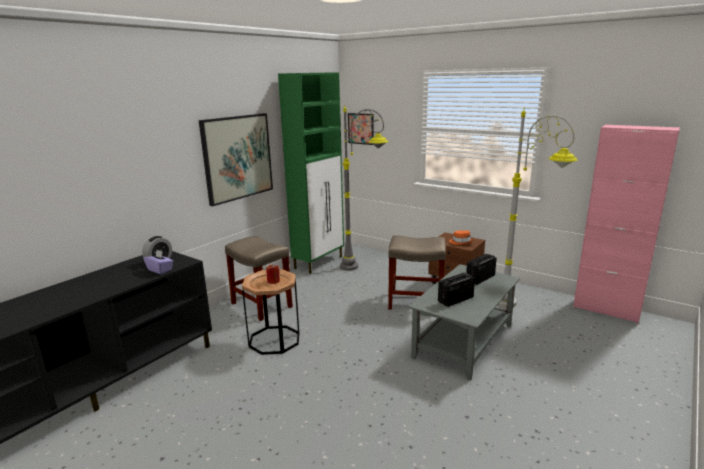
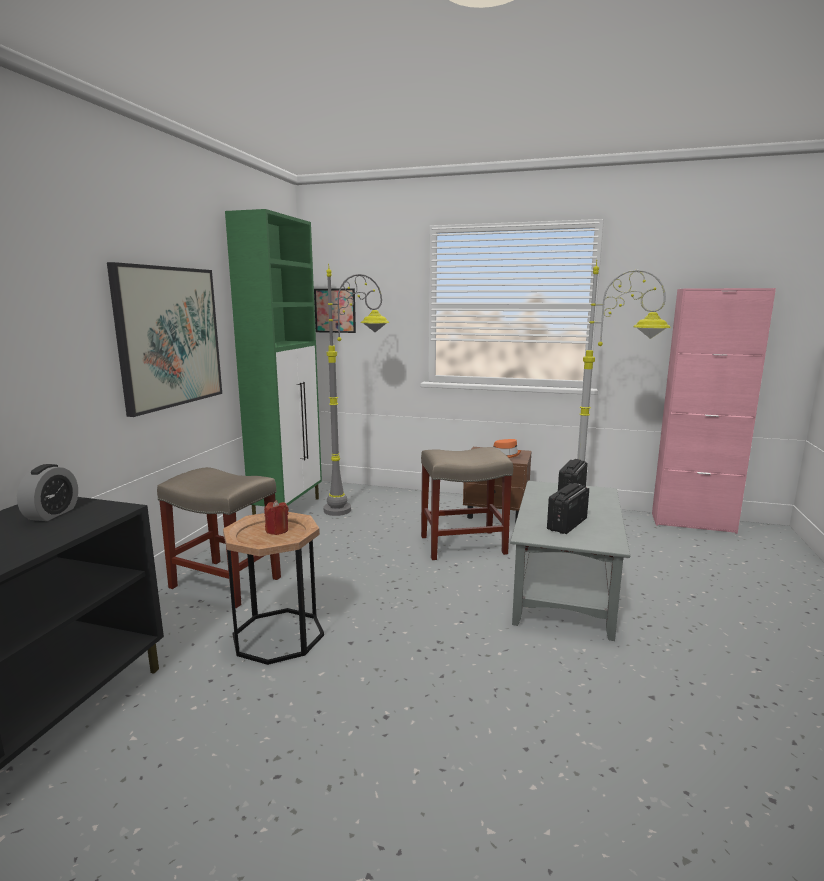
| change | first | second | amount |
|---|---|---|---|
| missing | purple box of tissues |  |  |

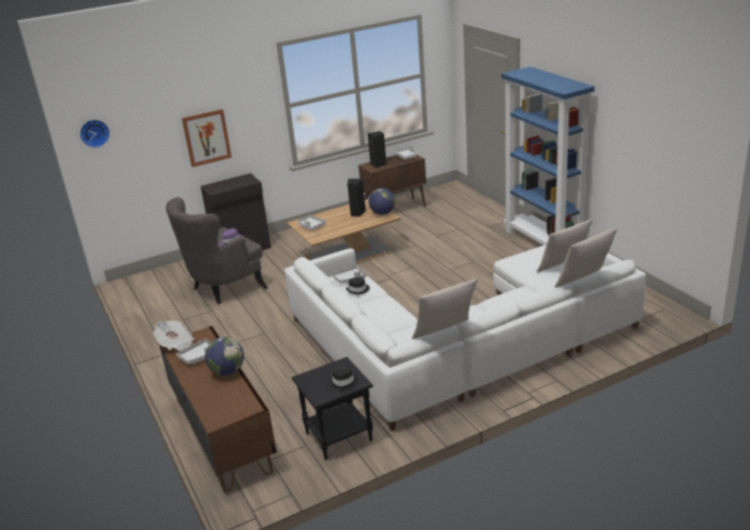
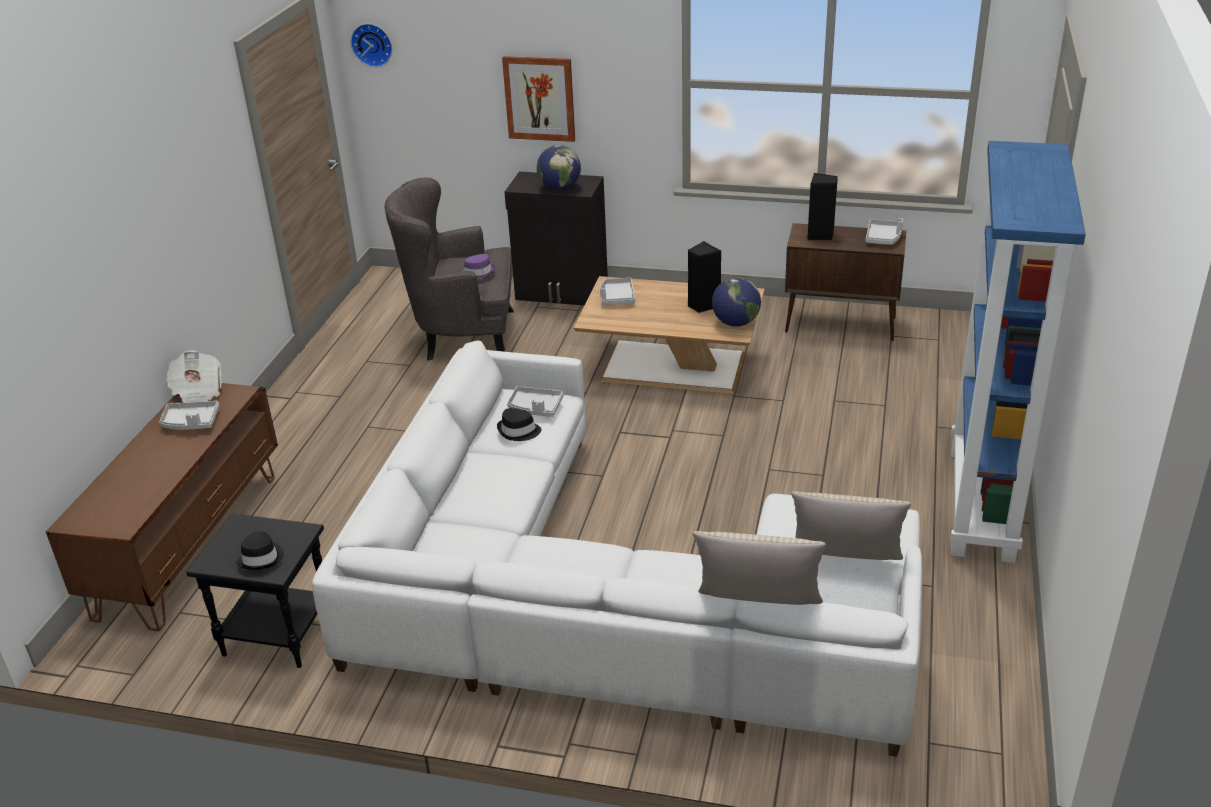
| change | first | second | amount |
|---|---|---|---|
| missing | sand-coloured pillow (no. 1 from left) |  |  |
| relocated | globe (no. 1 from left) |  |  |

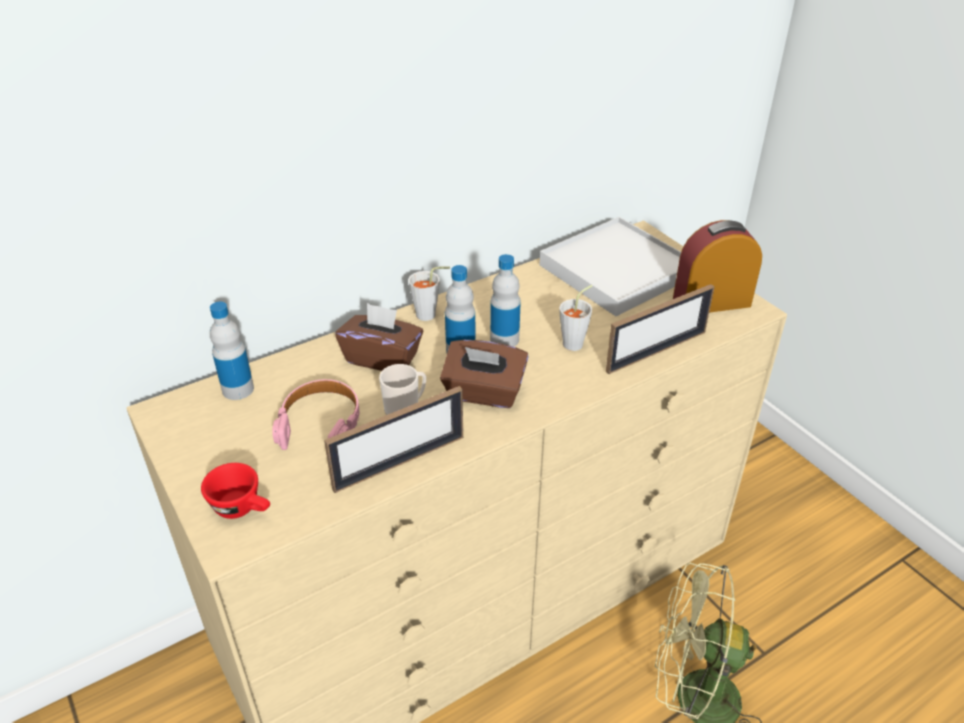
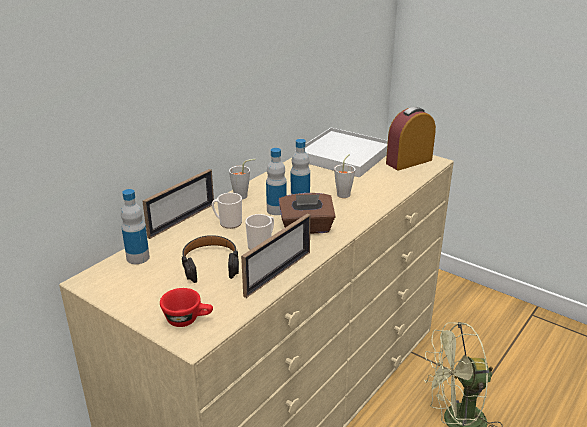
| change | first | second | amount |
|---|---|---|---|
| relocated | photo frame (no. 2 from left in the first image) | photo frame (no. 1 from left) |  |
| exchanged | brown-coloured box of tissues (no. 1 from left) | tea mug (no. 1 from left) |  |
| colour | pink headphones | black headphones |  |

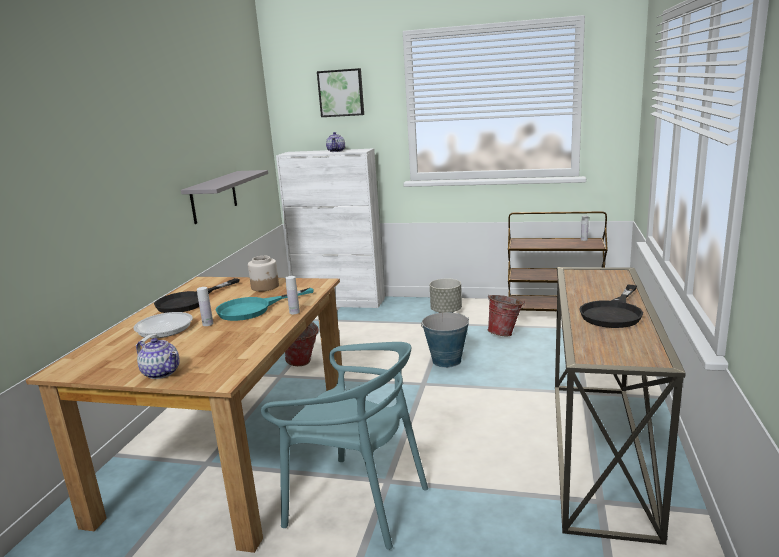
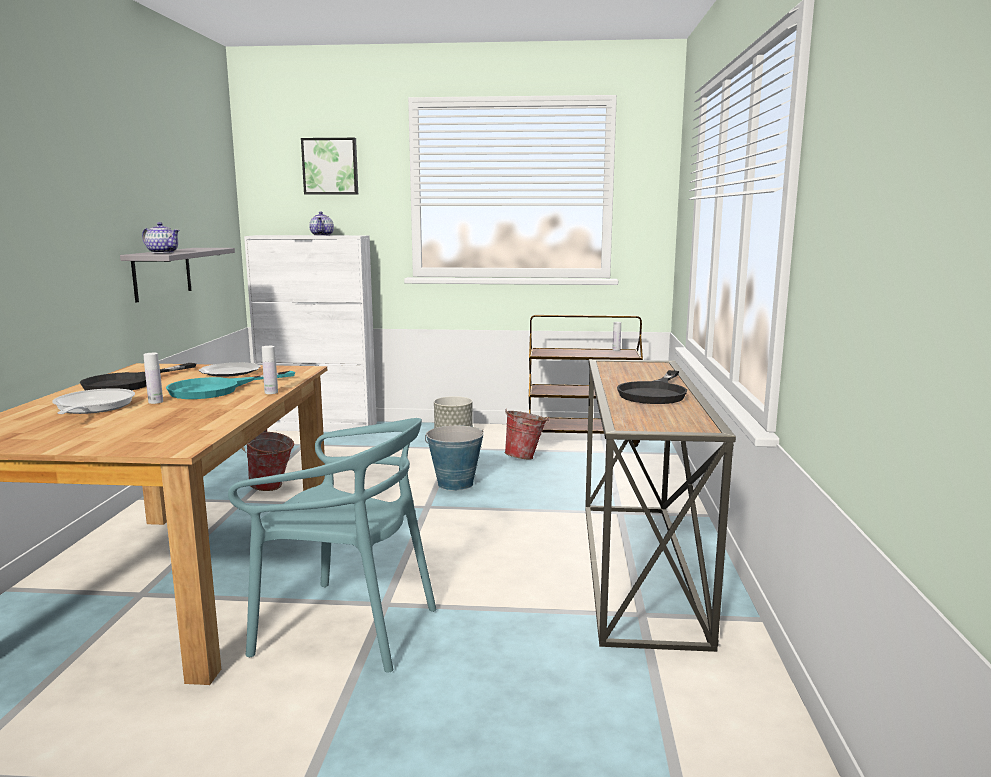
| change | first | second | amount |
|---|---|---|---|
| exchanged | preserve jar | dinner plate |  |
| relocated | tea pot (no. 1 from left) |  |  |

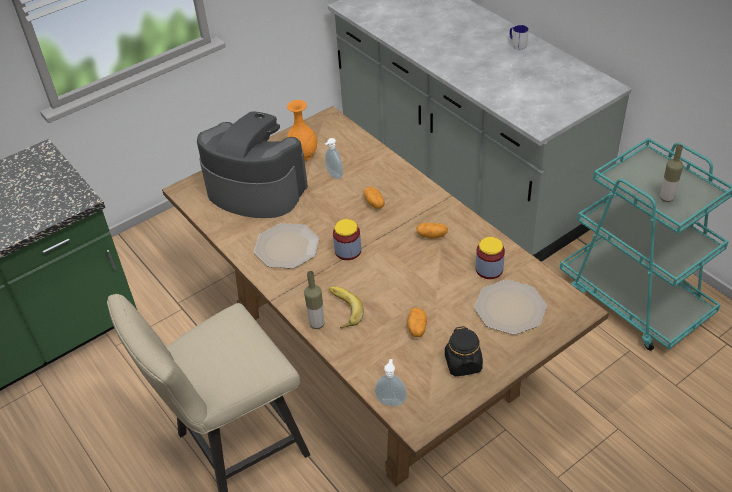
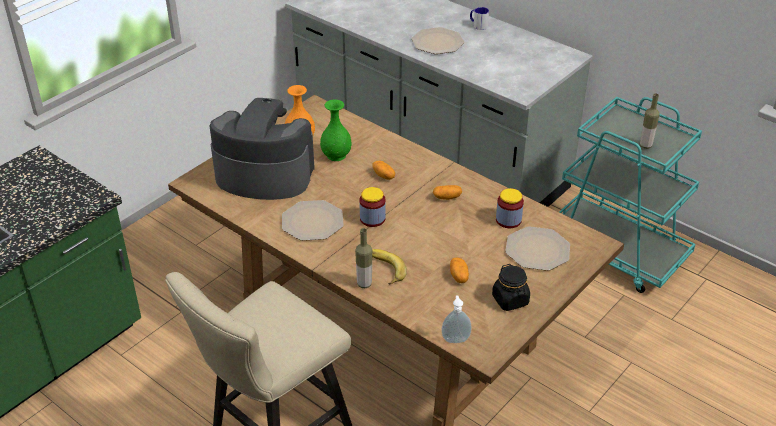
| change | first | second | amount |
|---|---|---|---|
| exchanged | soap bottle (no. 1 from left) | greenish vase |  |
| appeared |  | dinner plate (no. 2 from left) |  |

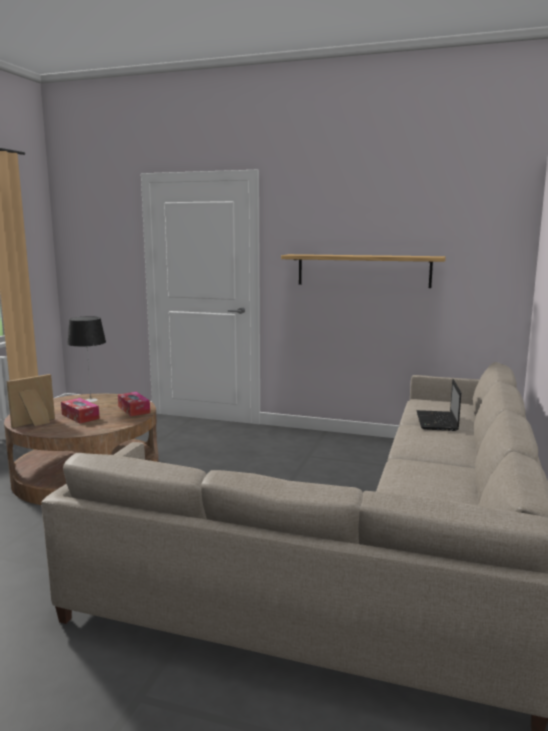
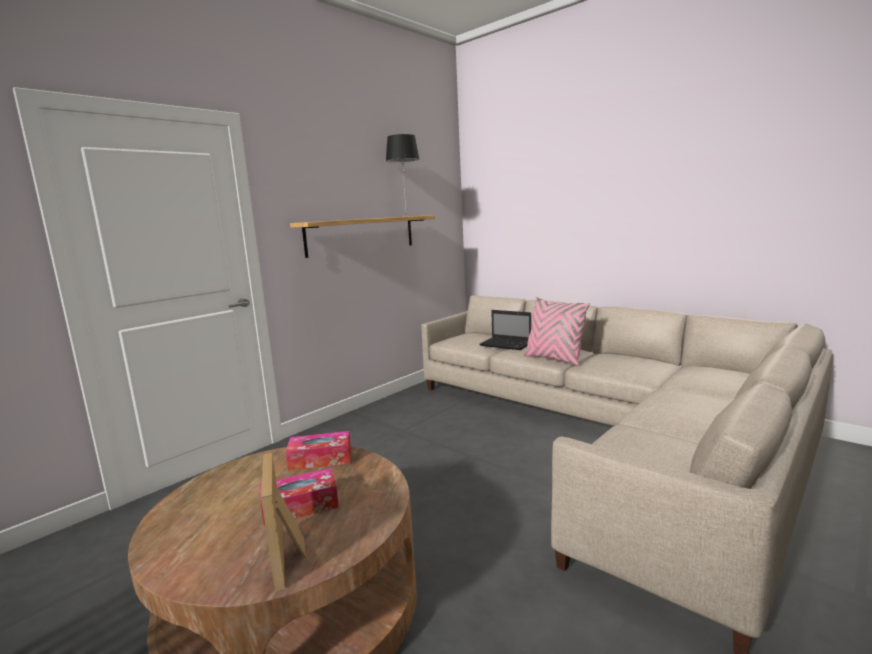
| change | first | second | amount |
|---|---|---|---|
| relocated | table lamp |  |  |
| appeared |  | pink pillow |  |

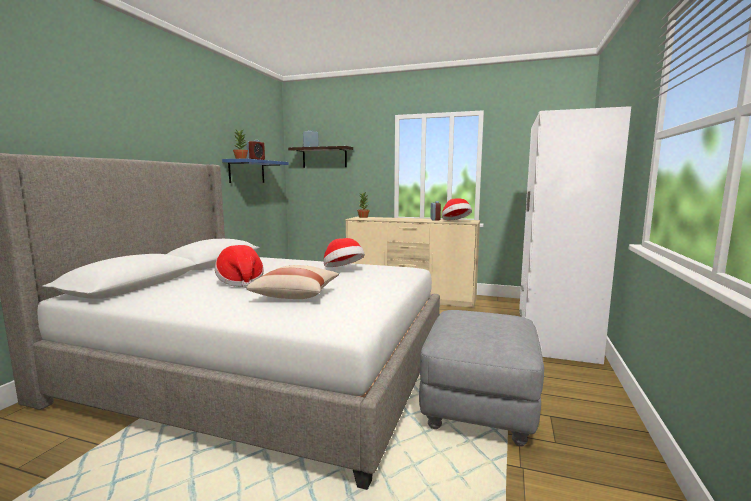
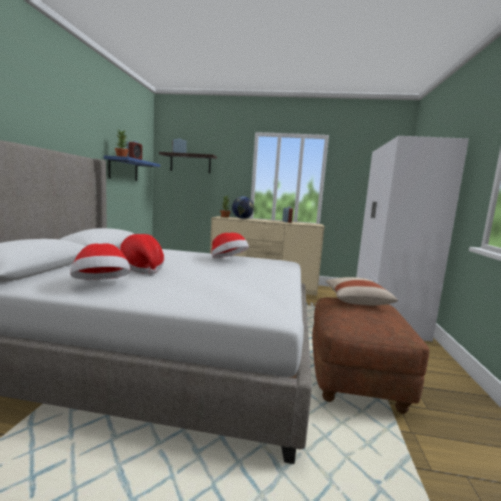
| change | first | second | amount |
|---|---|---|---|
| relocated | wearable hat (no. 3 from left in the first image) | wearable hat (no. 1 from left) |  |
| relocated | sand-coloured pillow |  |  |
| colour | grey ottoman | brown-coloured ottoman |  |
| appeared |  | globe |  |

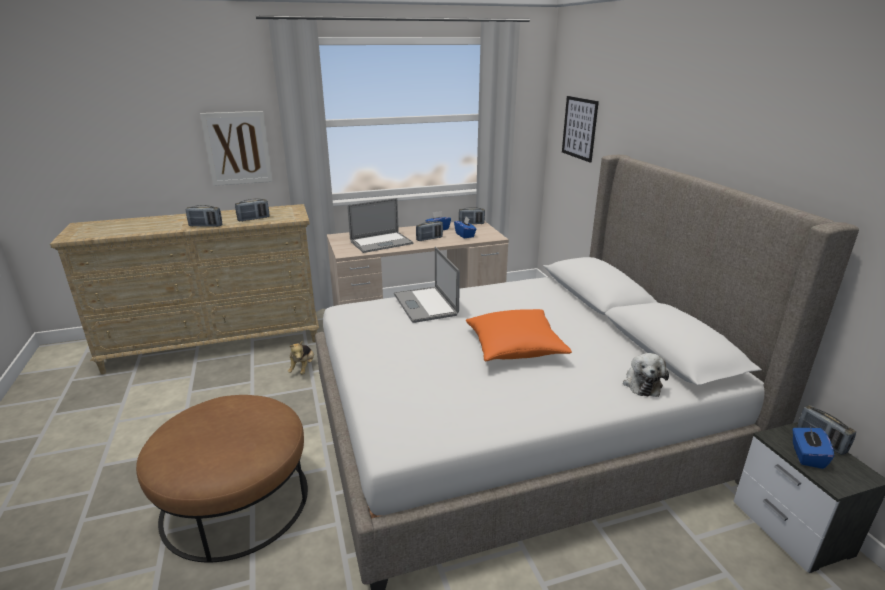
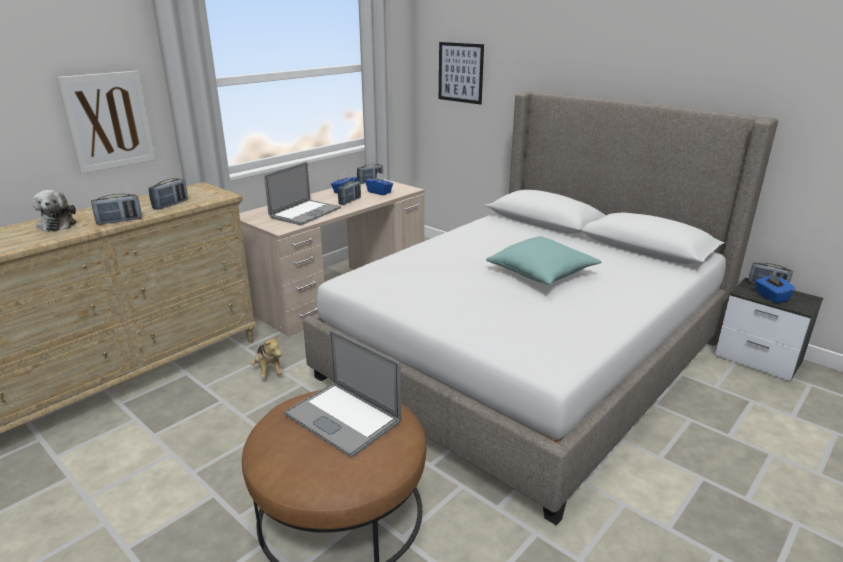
| change | first | second | amount |
|---|---|---|---|
| relocated | notebook computer (no. 2 from left) |  |  |
| colour | orangey pillow | turquoise pillow |  |
| relocated | cuddly toy (no. 2 from left in the first image) | cuddly toy (no. 1 from left) |  |

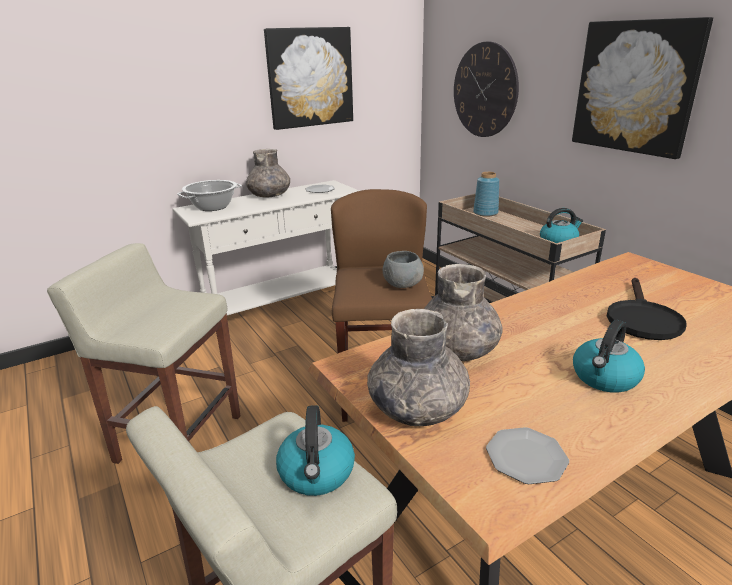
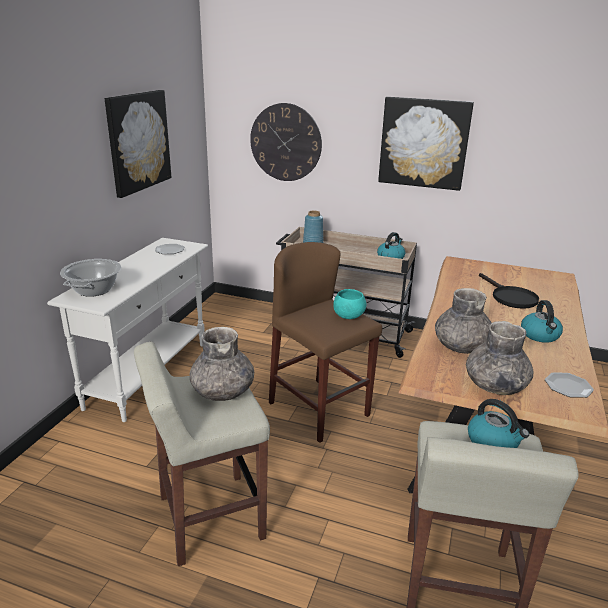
| change | first | second | amount |
|---|---|---|---|
| relocated | grey vase (no. 1 from left) |  |  |
| colour | grey serving bowl | turquoise serving bowl |  |

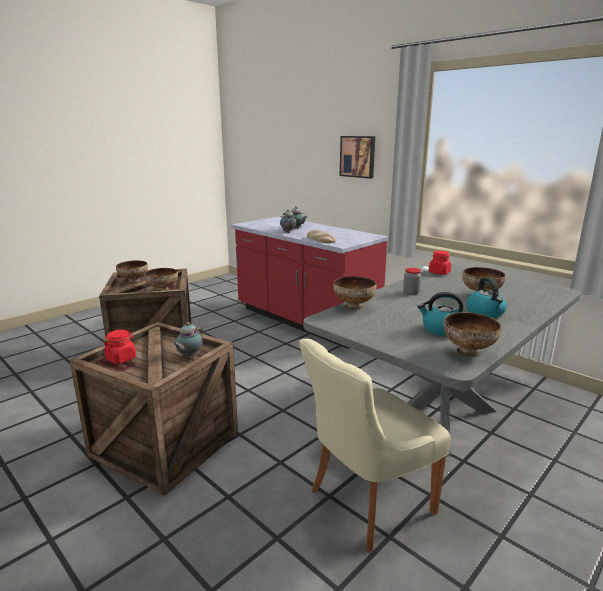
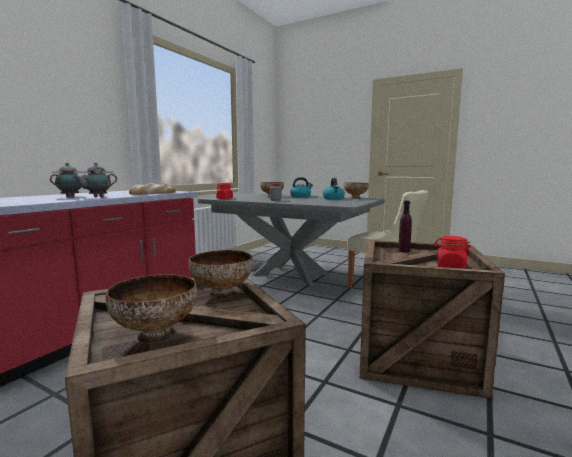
| change | first | second | amount |
|---|---|---|---|
| missing | wall picture |  |  |
| missing | serving bowl (no. 3 from left) |  |  |
| exchanged | tea pot (no. 1 from left) | purple bottle |  |

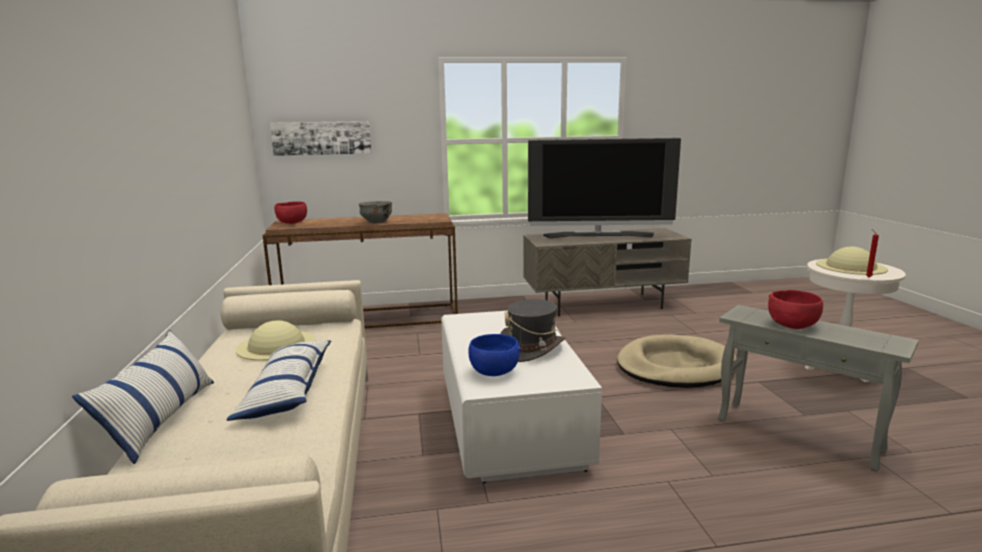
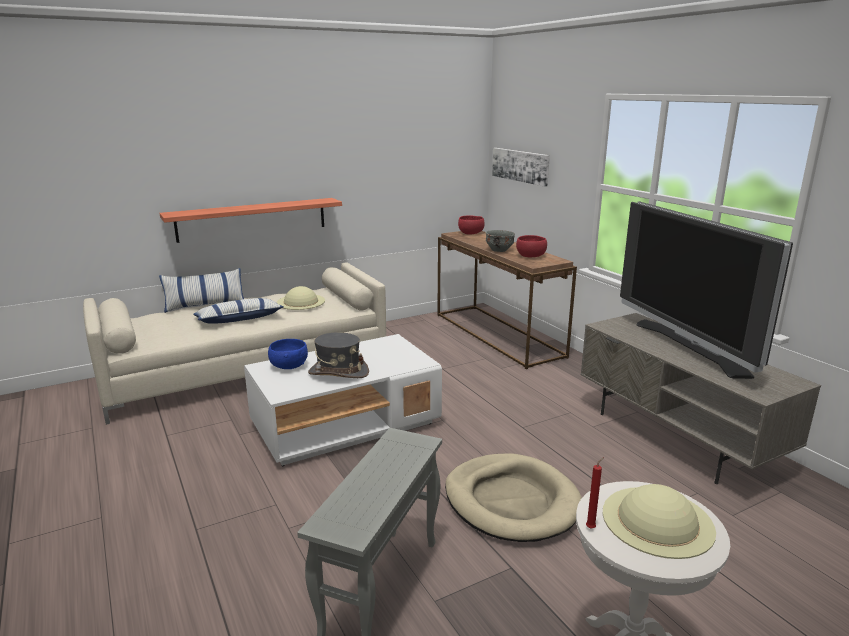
| change | first | second | amount |
|---|---|---|---|
| relocated | red serving bowl (no. 2 from left) |  |  |
| appeared |  | shelf |  |

